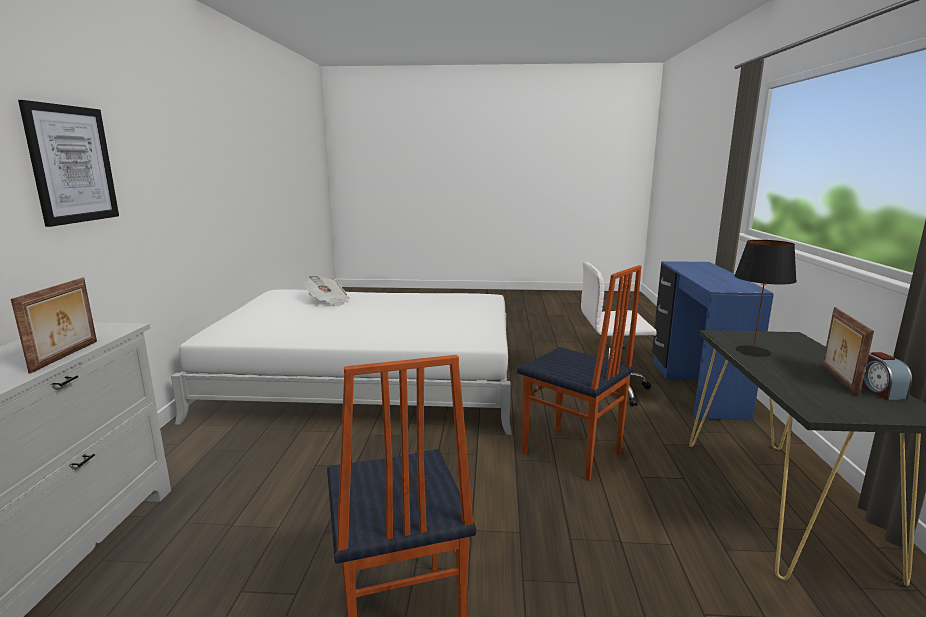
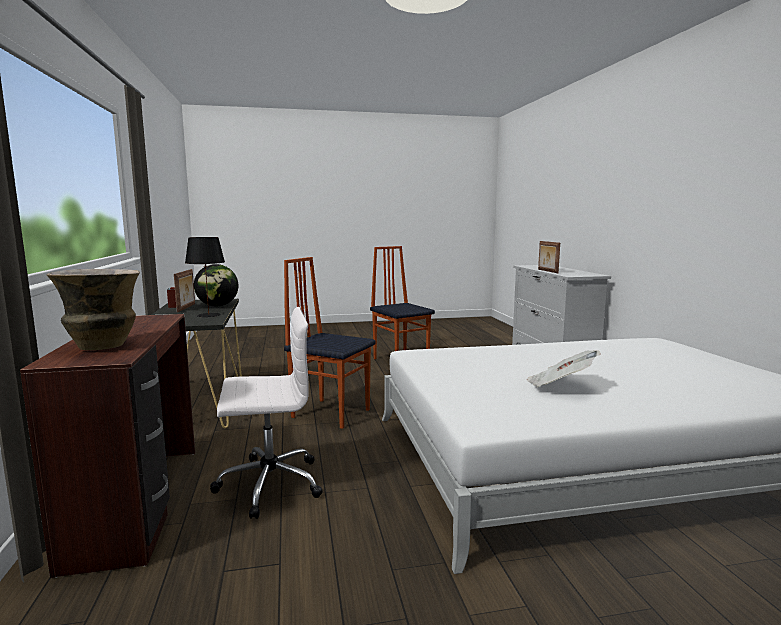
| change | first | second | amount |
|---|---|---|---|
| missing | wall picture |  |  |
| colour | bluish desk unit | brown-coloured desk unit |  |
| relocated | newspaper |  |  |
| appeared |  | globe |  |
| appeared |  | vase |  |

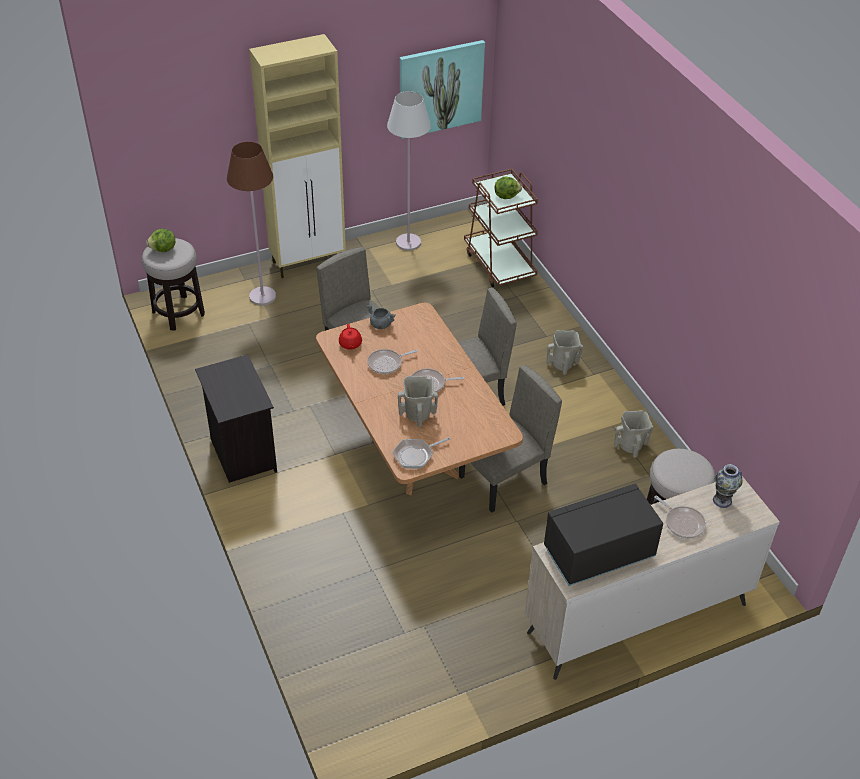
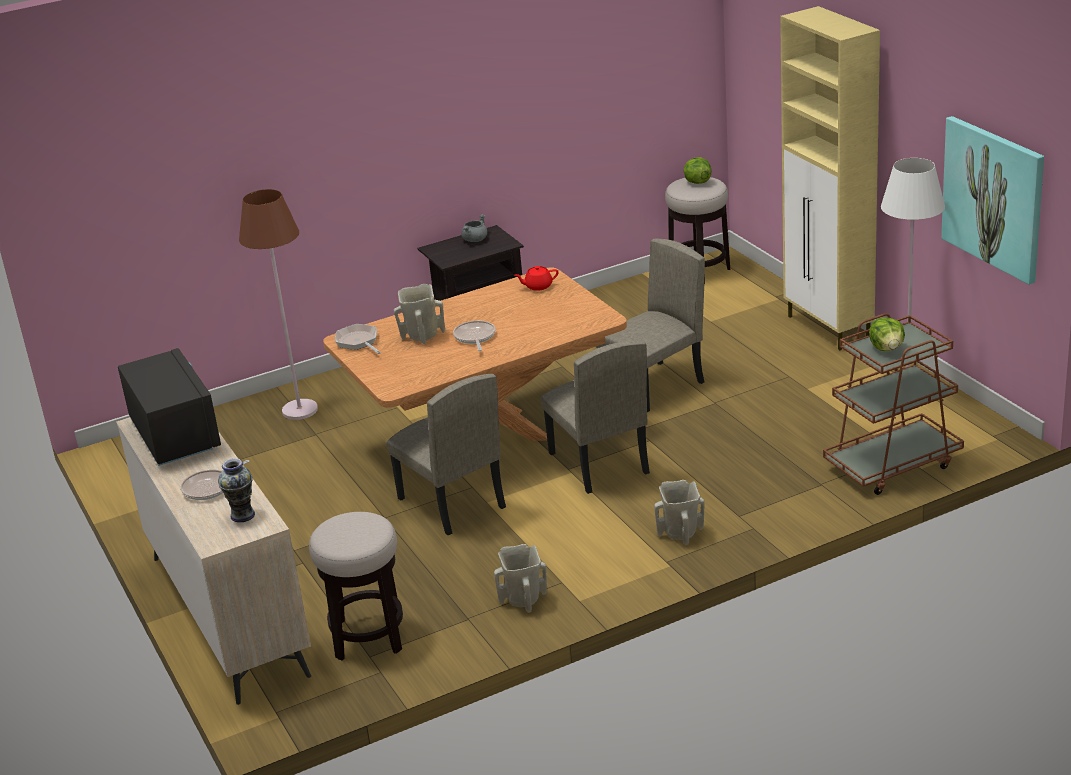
| change | first | second | amount |
|---|---|---|---|
| relocated | brown-coloured standard lamp |  |  |
| relocated | grey cooking pot |  |  |
| missing | pan (no. 1 from left) |  |  |

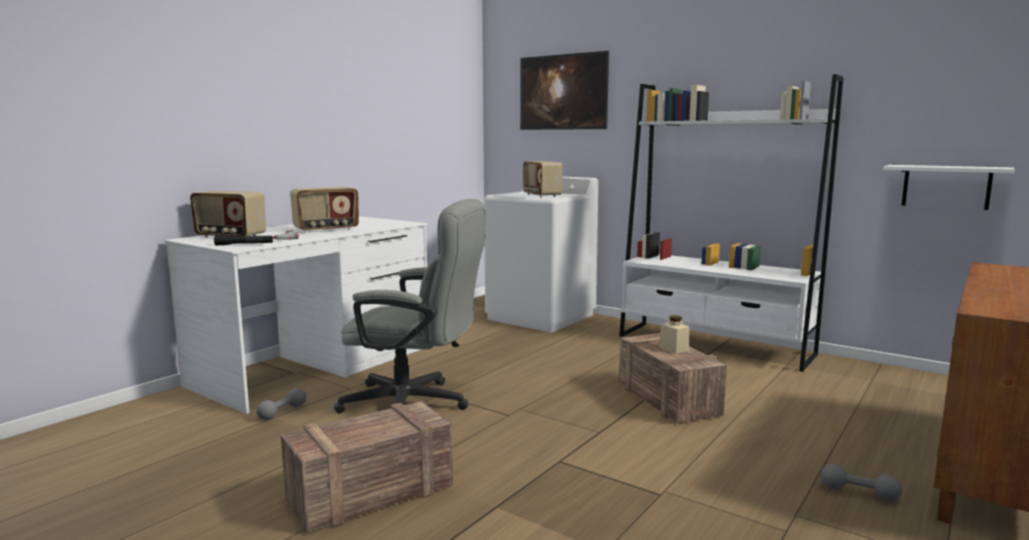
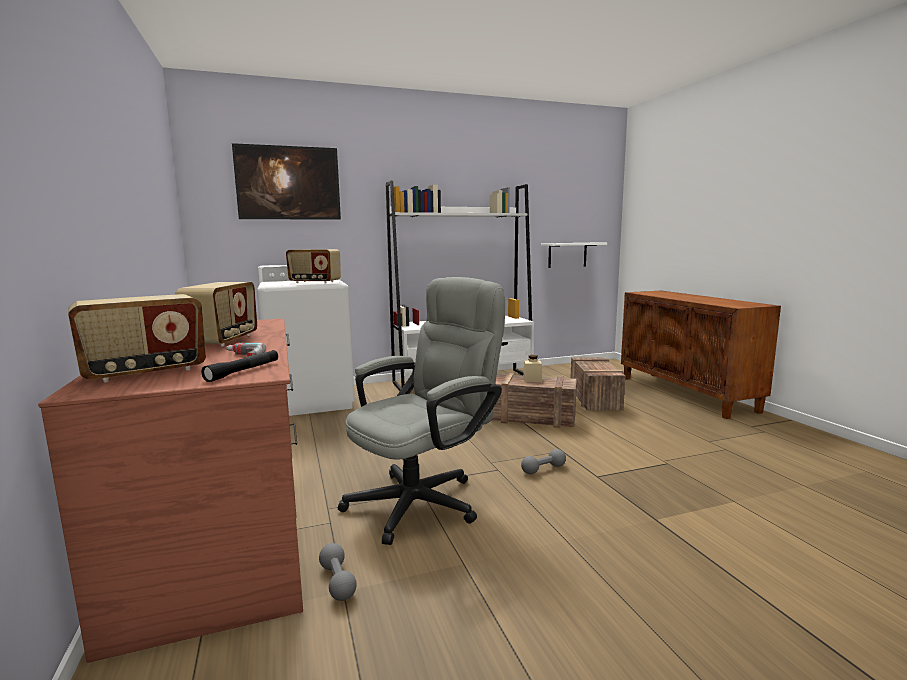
| change | first | second | amount |
|---|---|---|---|
| colour | white-coloured desk unit | brown-coloured desk unit |  |
| relocated | crate (no. 1 from left in the first image) | crate (no. 2 from left) |  |
| relocated | grey hand weight (no. 2 from left) |  |  |

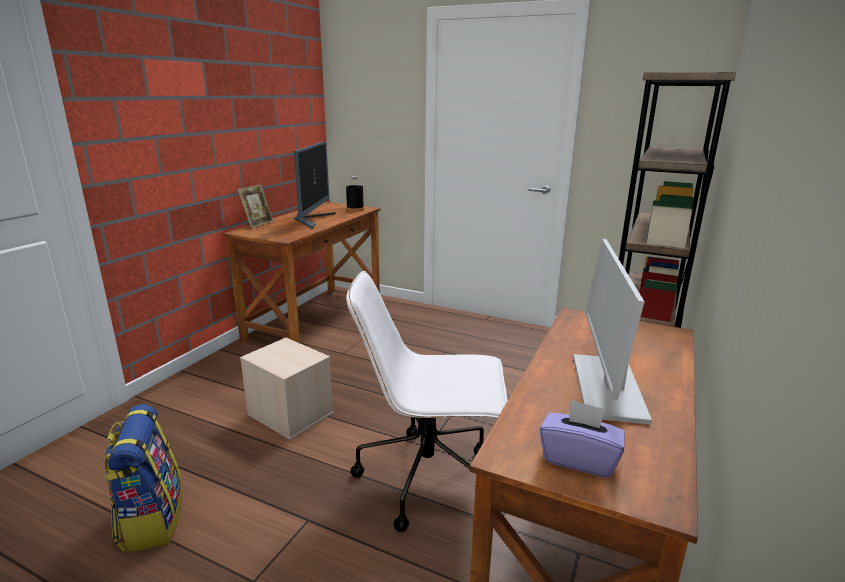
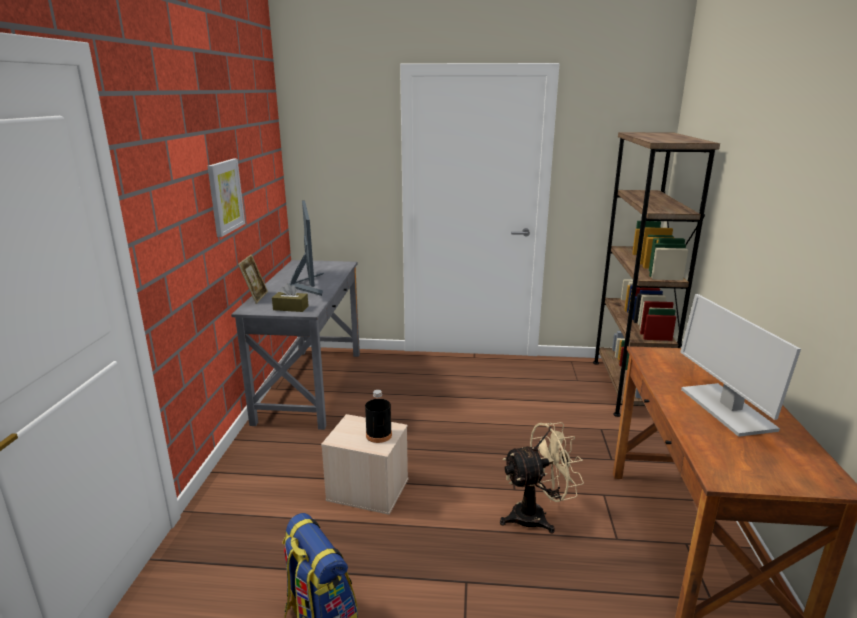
| change | first | second | amount |
|---|---|---|---|
| relocated | black bottle |  |  |
| colour | brown-coloured desk unit (no. 1 from left) | grey desk unit |  |
| exchanged | white-coloured office chair | sand-coloured cooling fan |  |
| missing | purple box of tissues |  |  |
| appeared |  | wall picture |  |
| appeared |  | brown-coloured box of tissues |  |

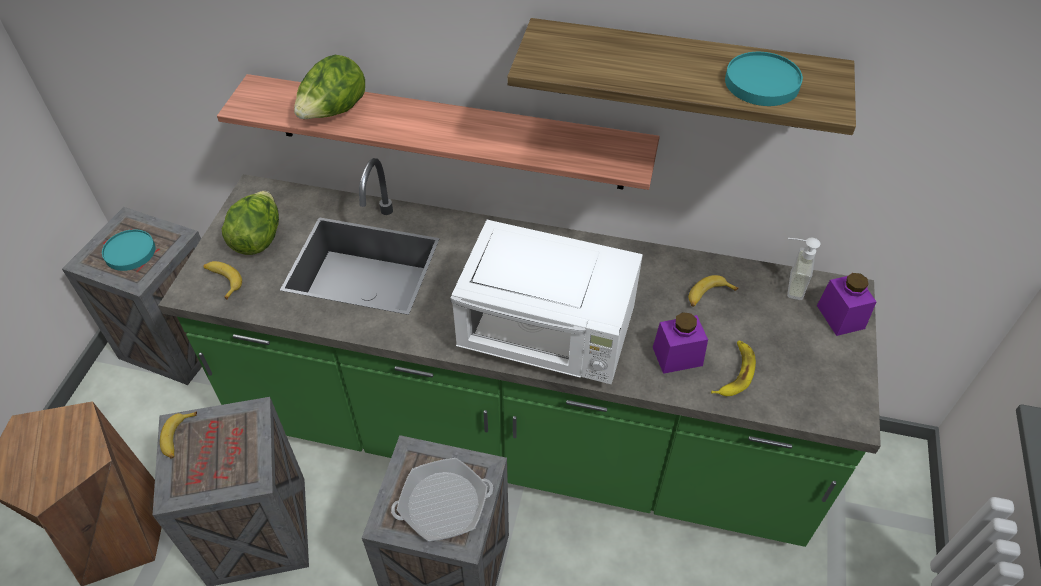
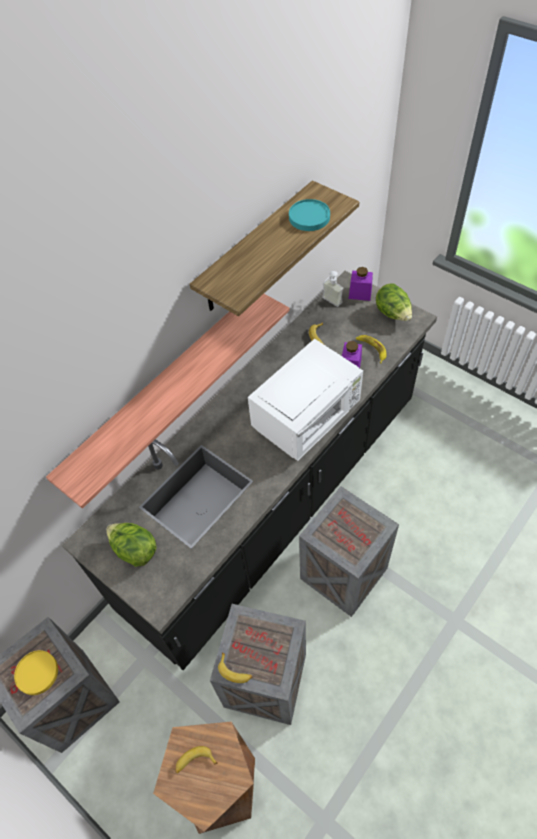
| change | first | second | amount |
|---|---|---|---|
| relocated | lettuce head (no. 2 from left) |  |  |
| colour | greenish kitchen counter | black kitchen counter |  |
| colour | turquoise dinner plate (no. 1 from left) | yellowish dinner plate |  |
| relocated | whole banana (no. 2 from left in the first image) | whole banana (no. 1 from left) |  |
| missing | pan |  |  |

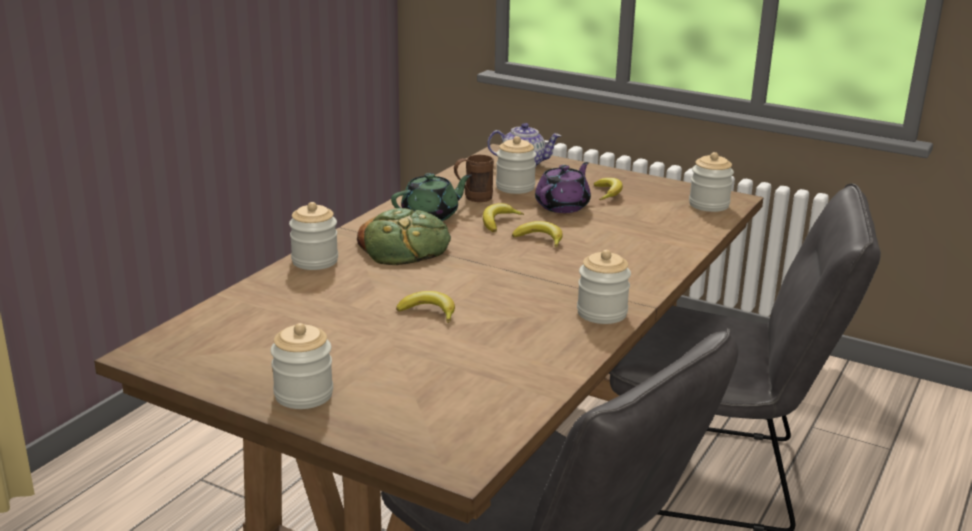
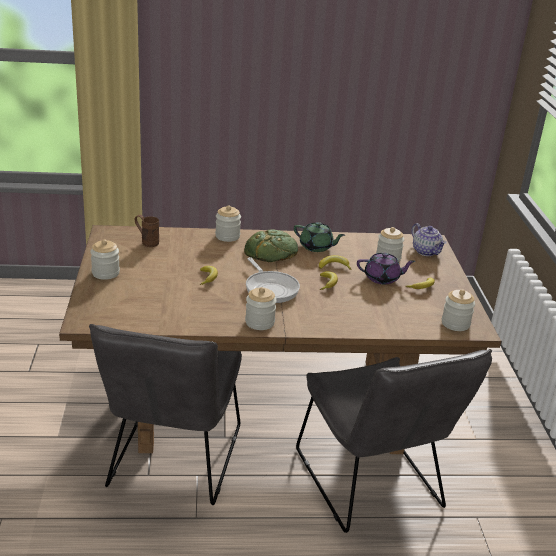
| change | first | second | amount |
|---|---|---|---|
| relocated | brown-coloured tea mug |  |  |
| appeared |  | pan |  |

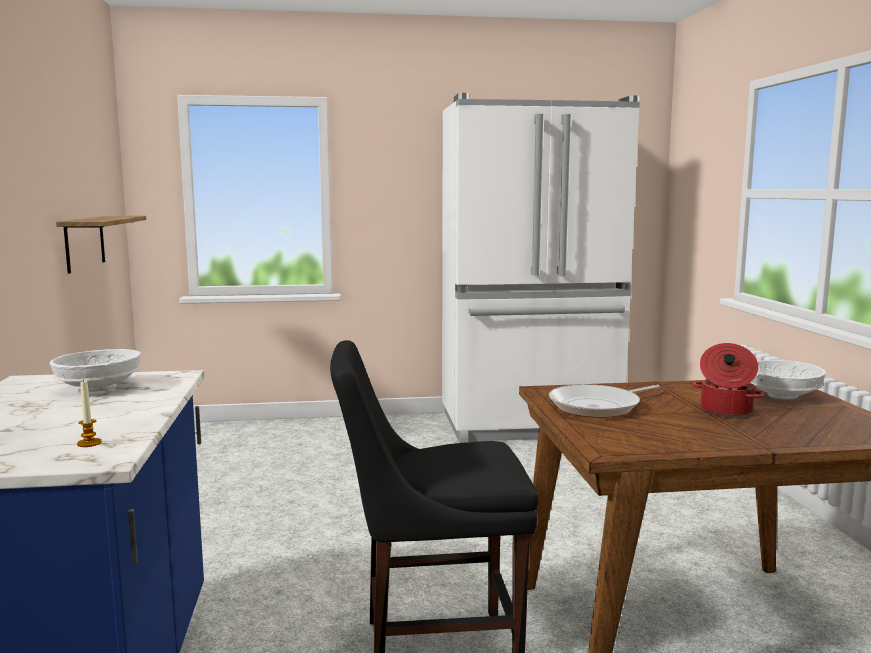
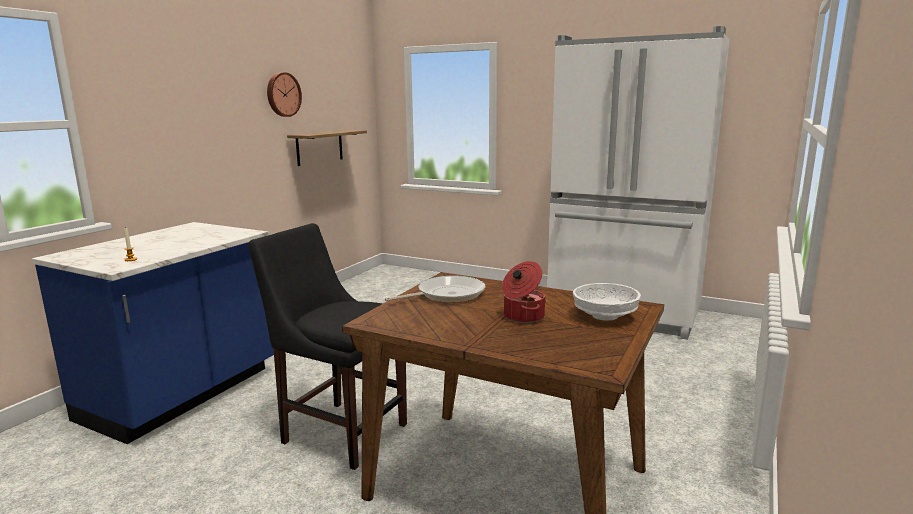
| change | first | second | amount |
|---|---|---|---|
| missing | white-coloured serving bowl (no. 1 from left) |  |  |
| spun | pan |  | 150 degrees clockwise |
| appeared |  | clock on the wall |  |

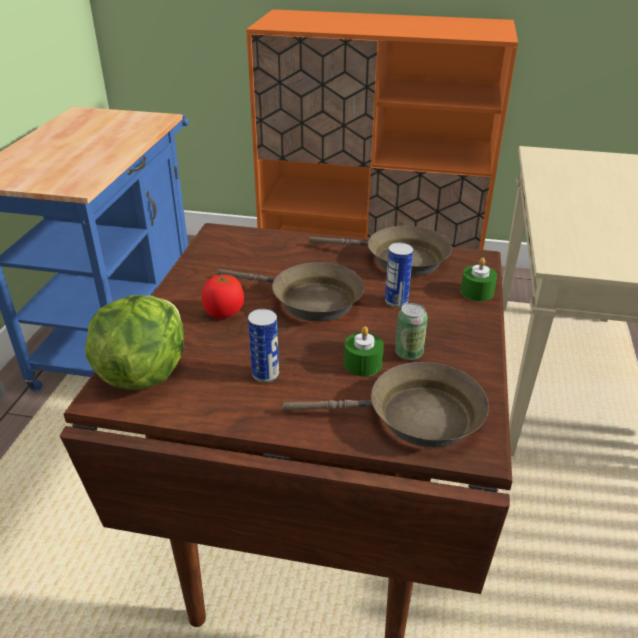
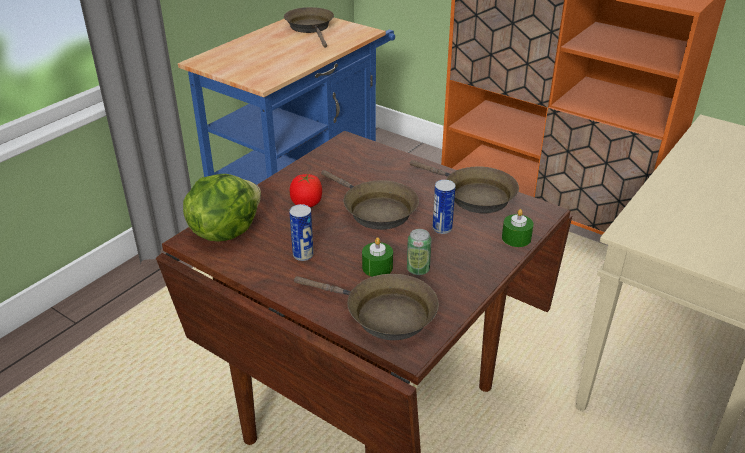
| change | first | second | amount |
|---|---|---|---|
| appeared |  | brown-coloured pan (no. 1 from left) |  |

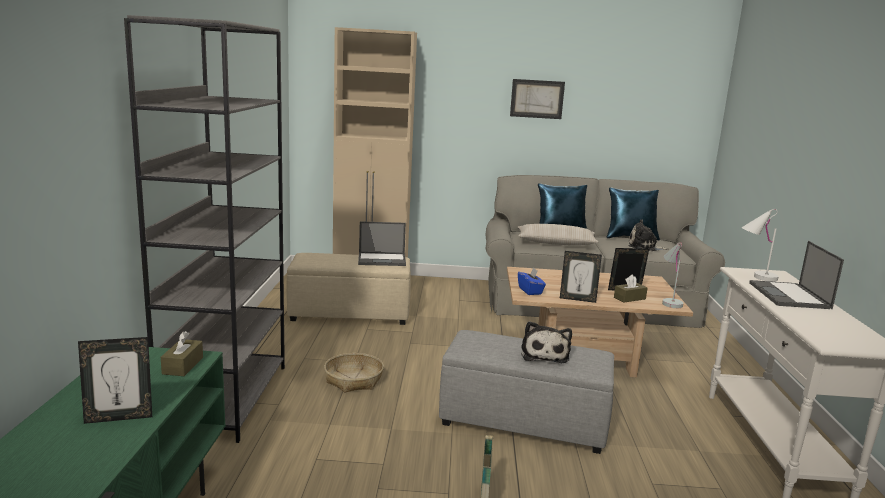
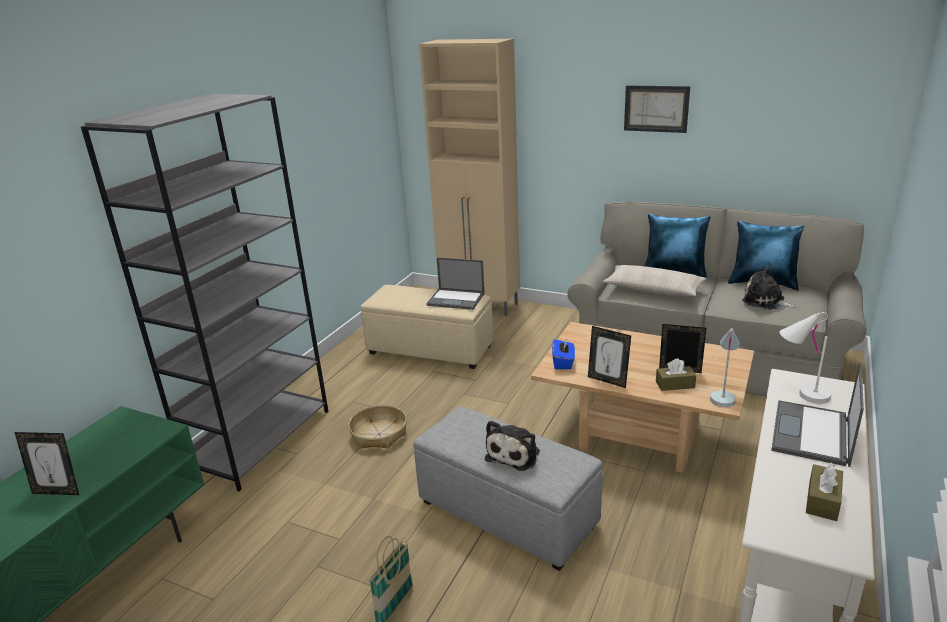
| change | first | second | amount |
|---|---|---|---|
| relocated | brown-coloured box of tissues (no. 1 from left in the first image) | brown-coloured box of tissues (no. 2 from left) |  |

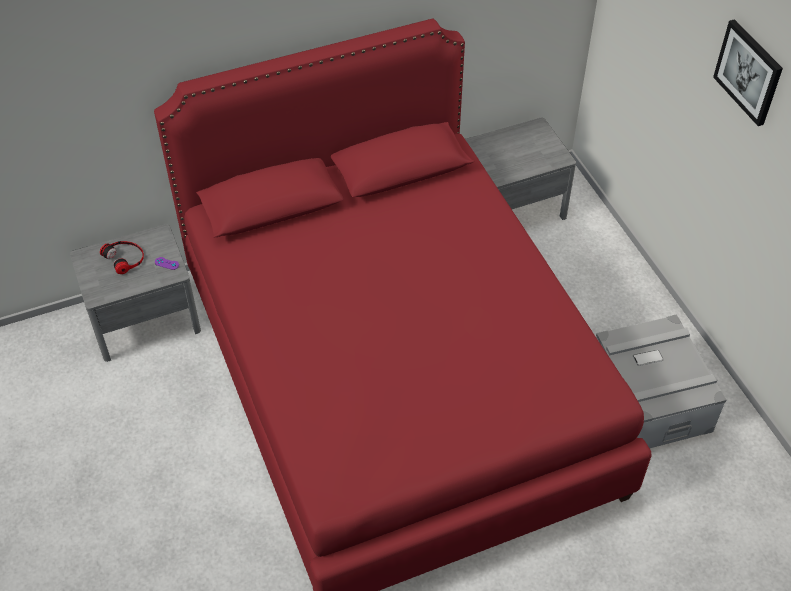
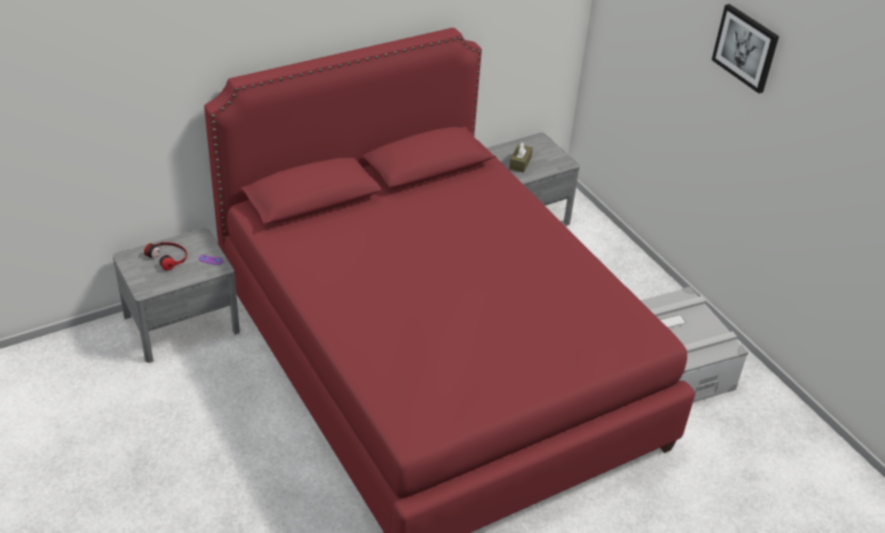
| change | first | second | amount |
|---|---|---|---|
| appeared |  | brown-coloured box of tissues |  |

